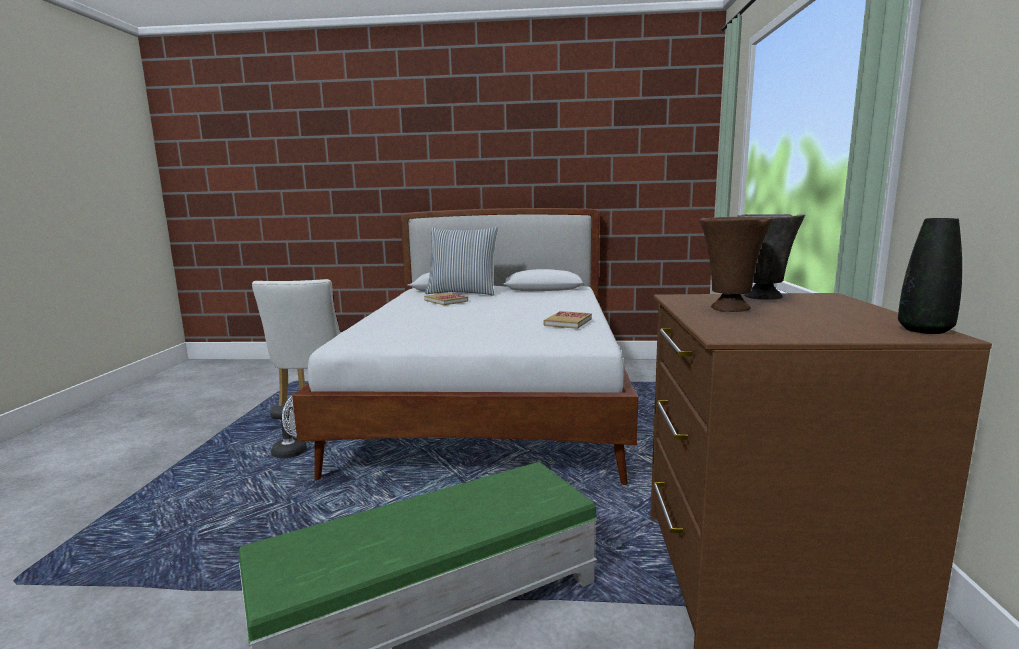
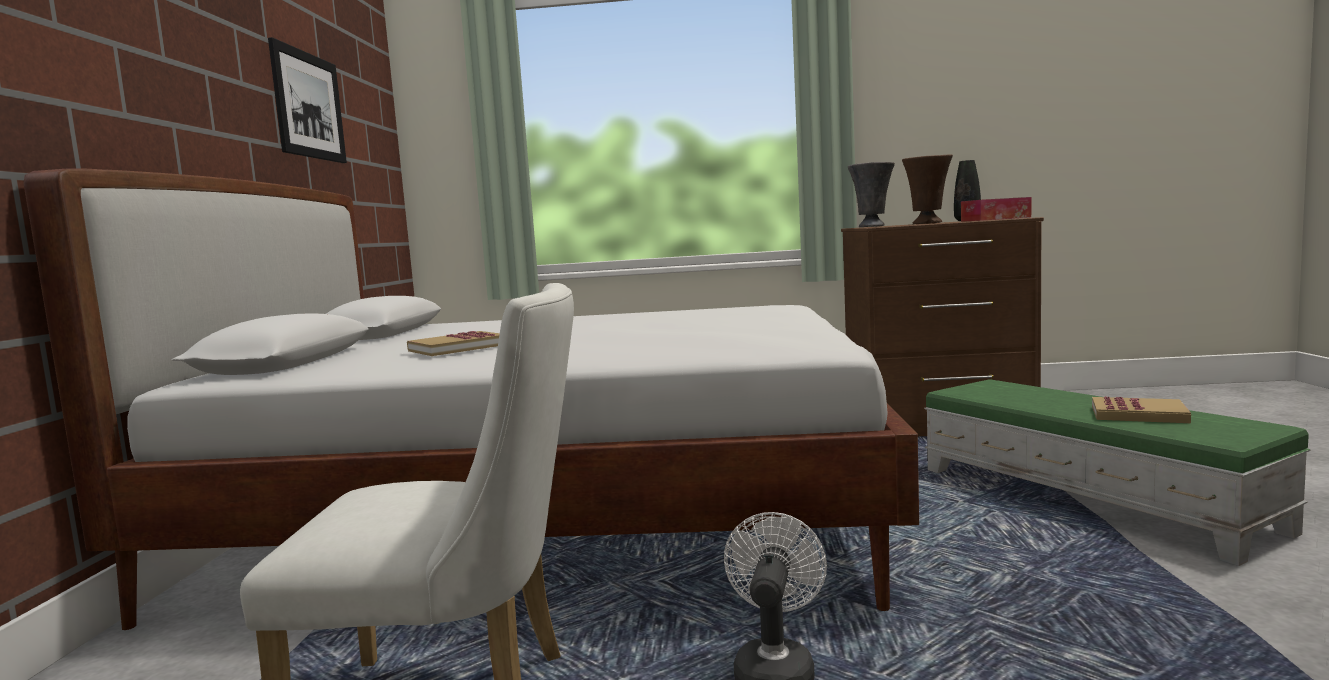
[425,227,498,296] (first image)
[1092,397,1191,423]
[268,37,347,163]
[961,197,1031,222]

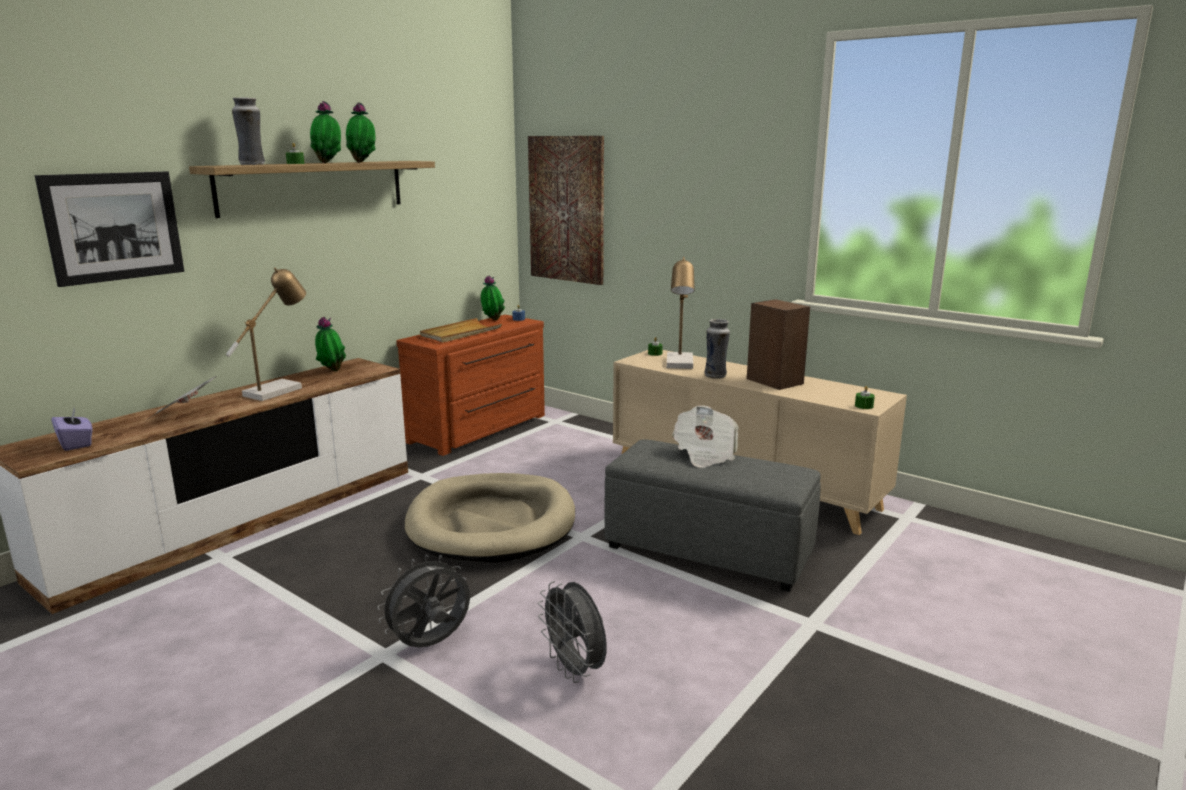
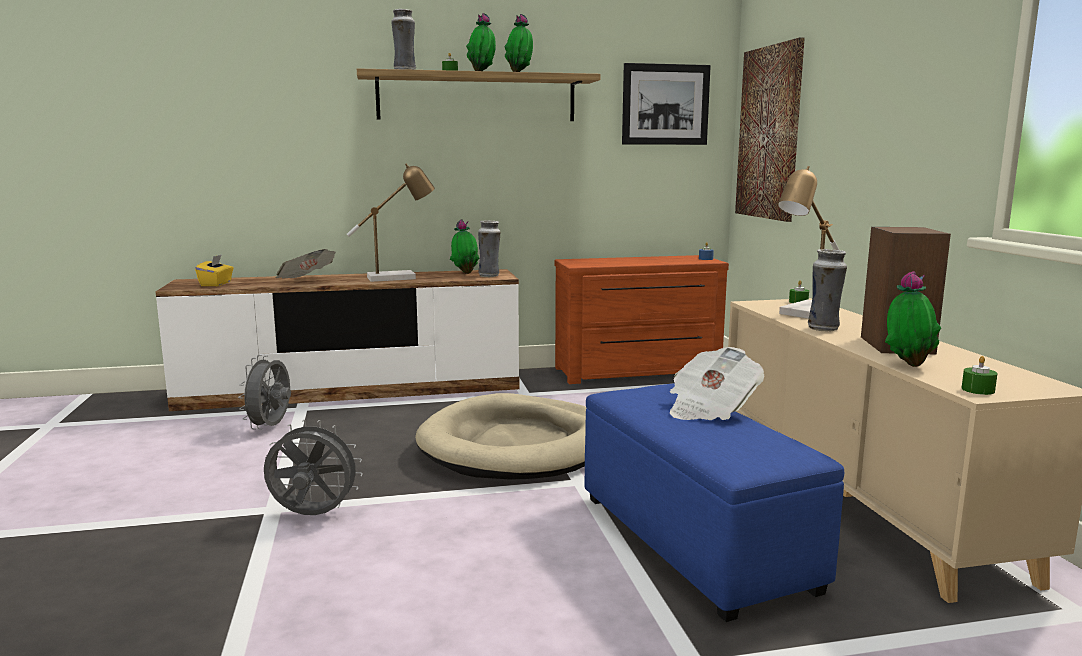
[622,63,711,145]
[195,254,234,286]
[420,318,502,343] (first image)
[885,271,941,367]
[238,355,291,430]
[584,384,844,622]
[478,220,501,277]

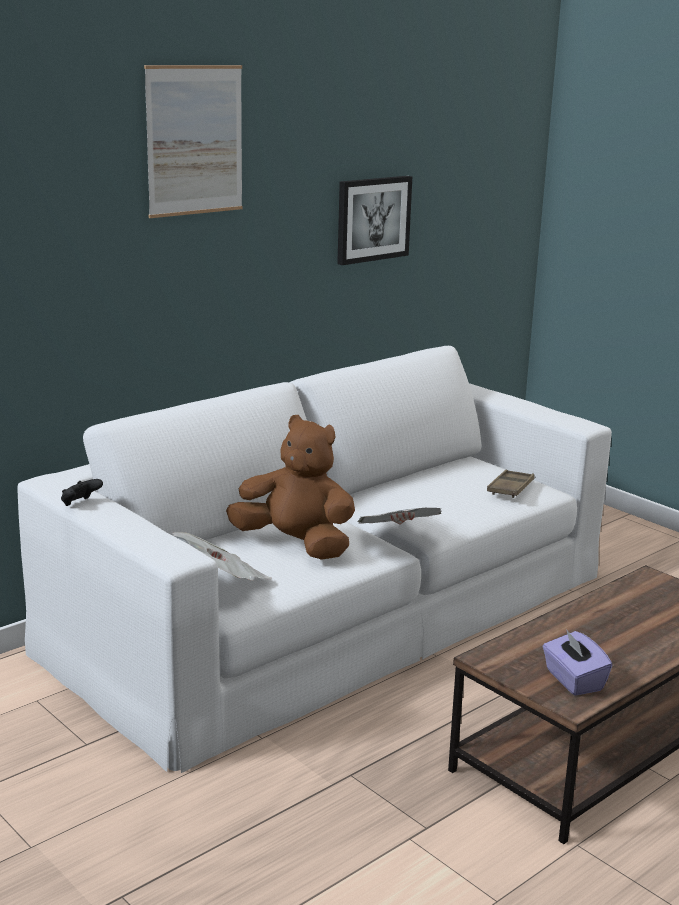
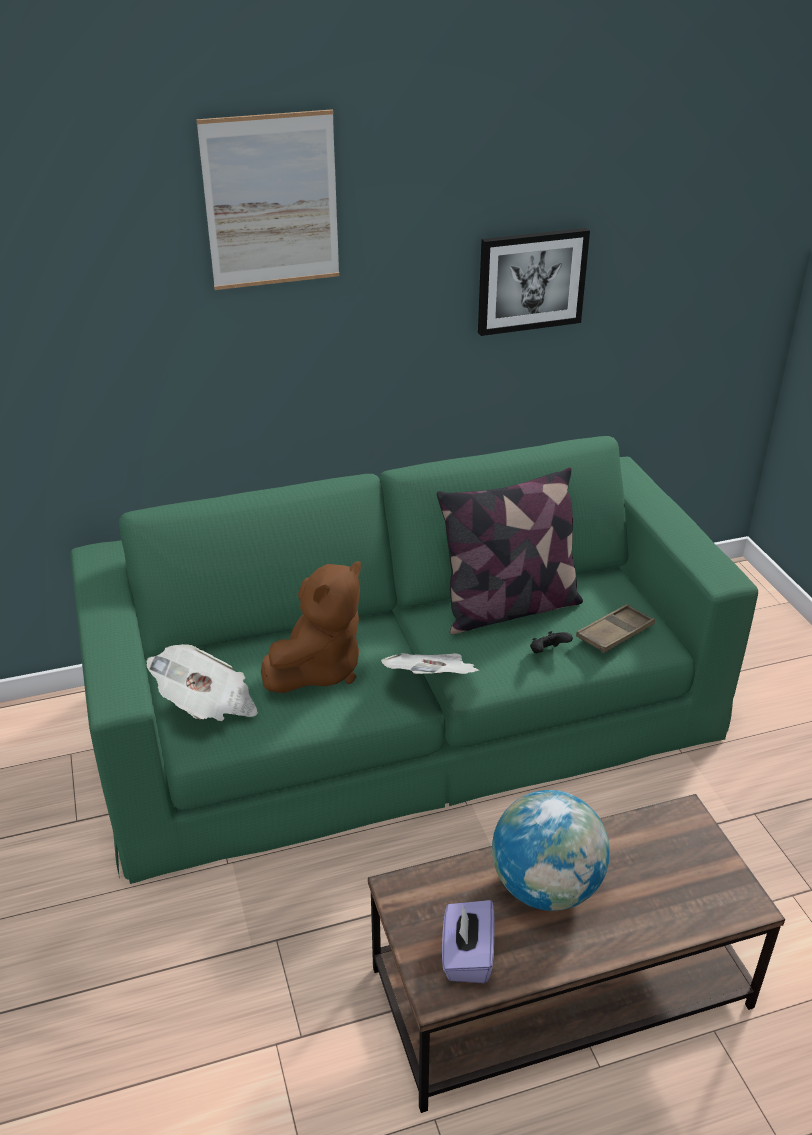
[70,436,758,884]
[530,631,573,653]
[261,561,361,693]
[437,467,583,635]
[492,790,610,911]

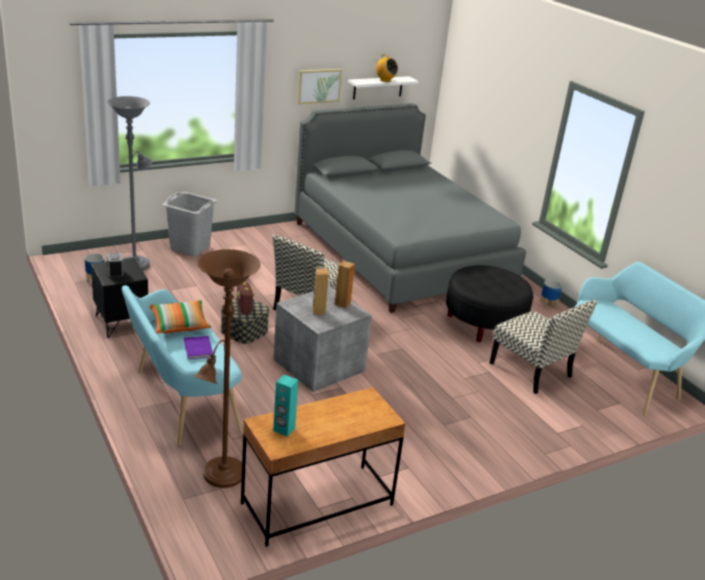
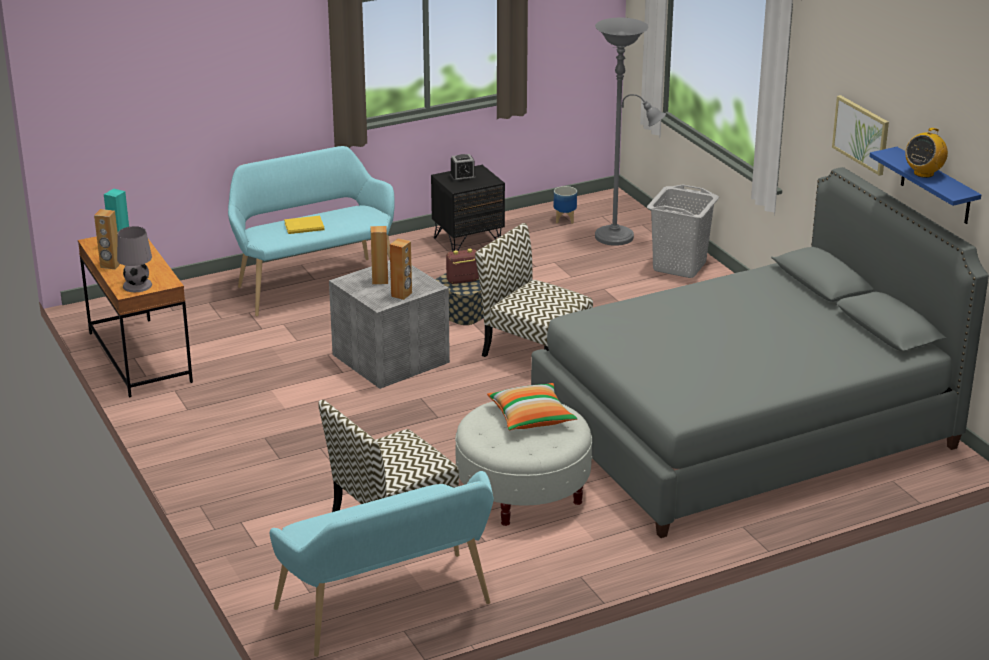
[487,383,577,430]
[284,216,324,234]
[193,249,261,488] (first image)
[869,147,981,224]
[455,401,592,526]
[540,279,562,308] (first image)
[94,209,120,269]
[117,226,152,292]

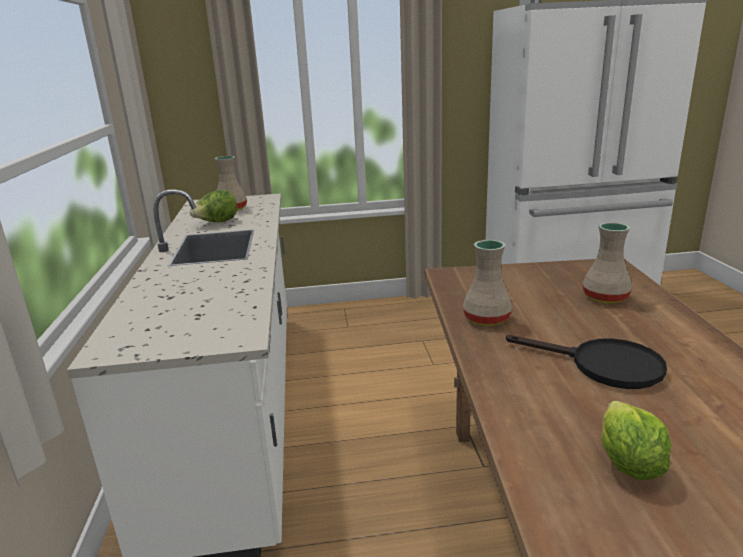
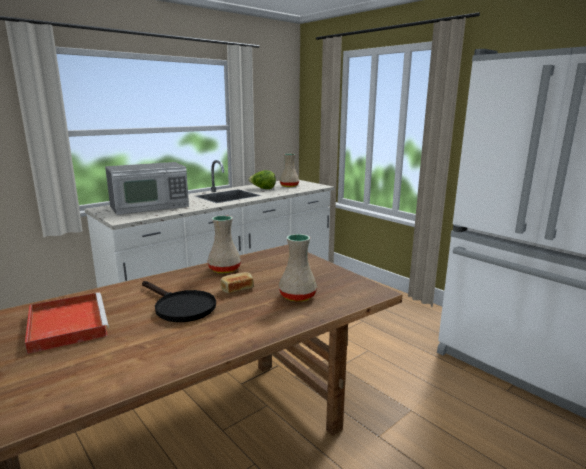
[142,281,216,322]
[25,292,109,354]
[105,162,189,215]
[220,272,254,293]

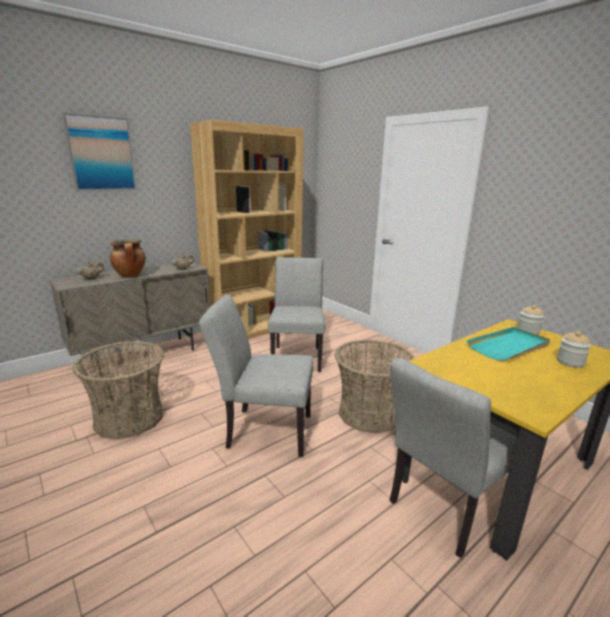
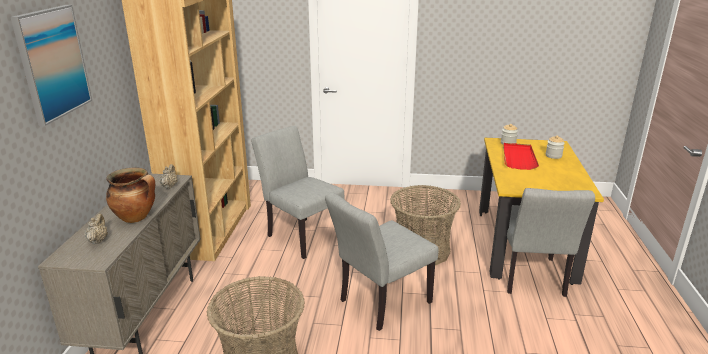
[503,143,539,170]

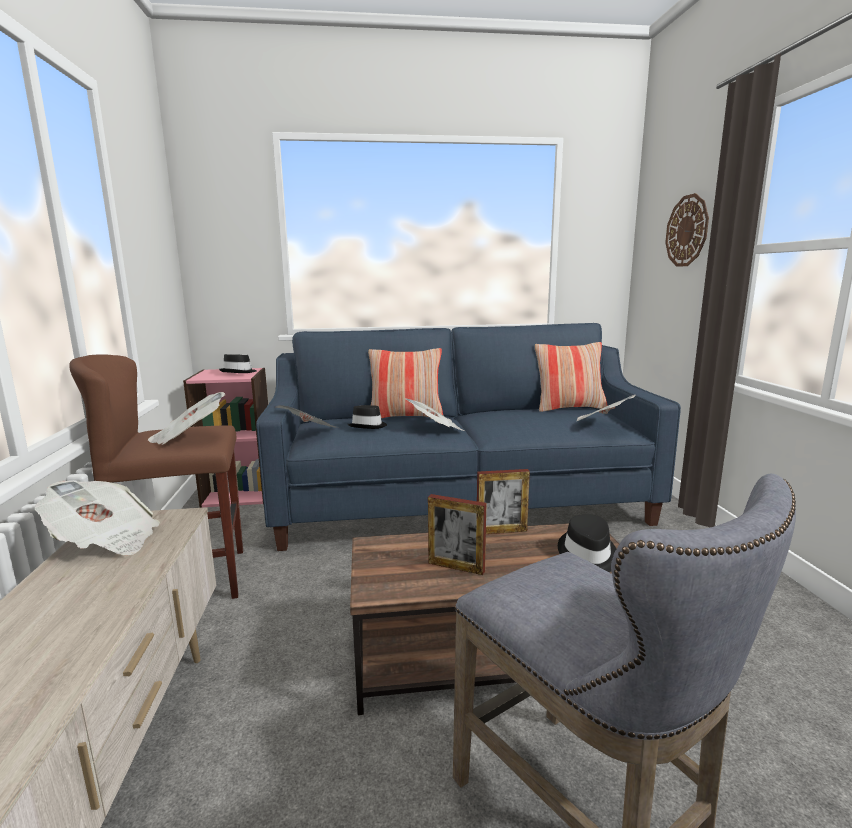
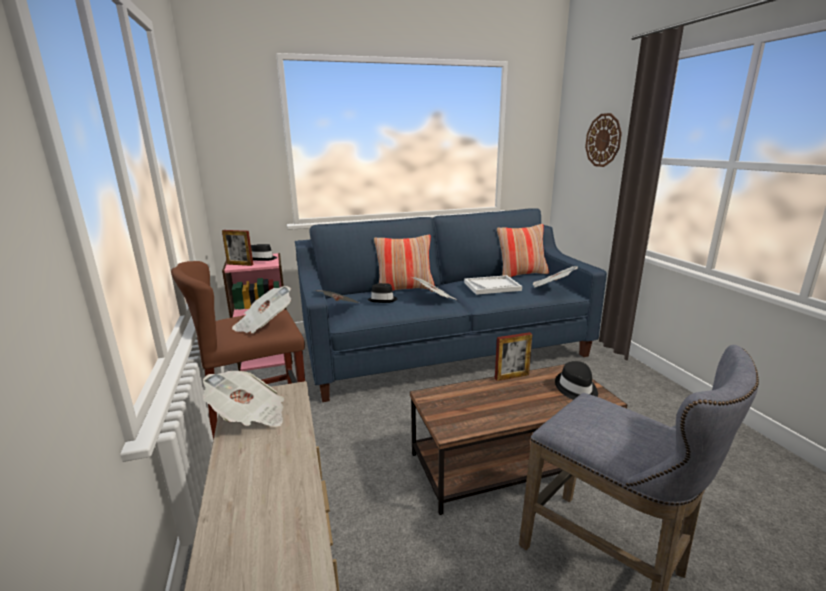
[222,230,253,266]
[464,275,522,295]

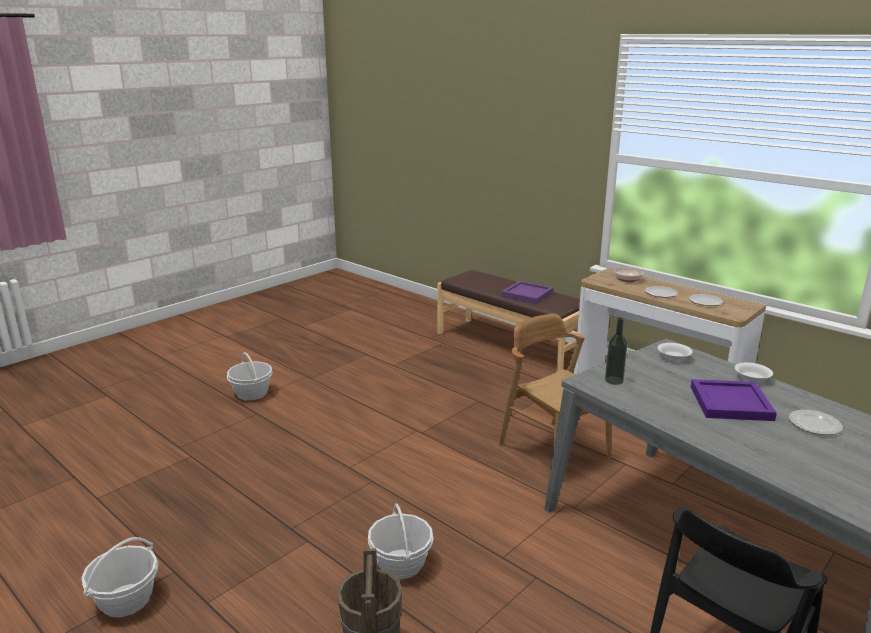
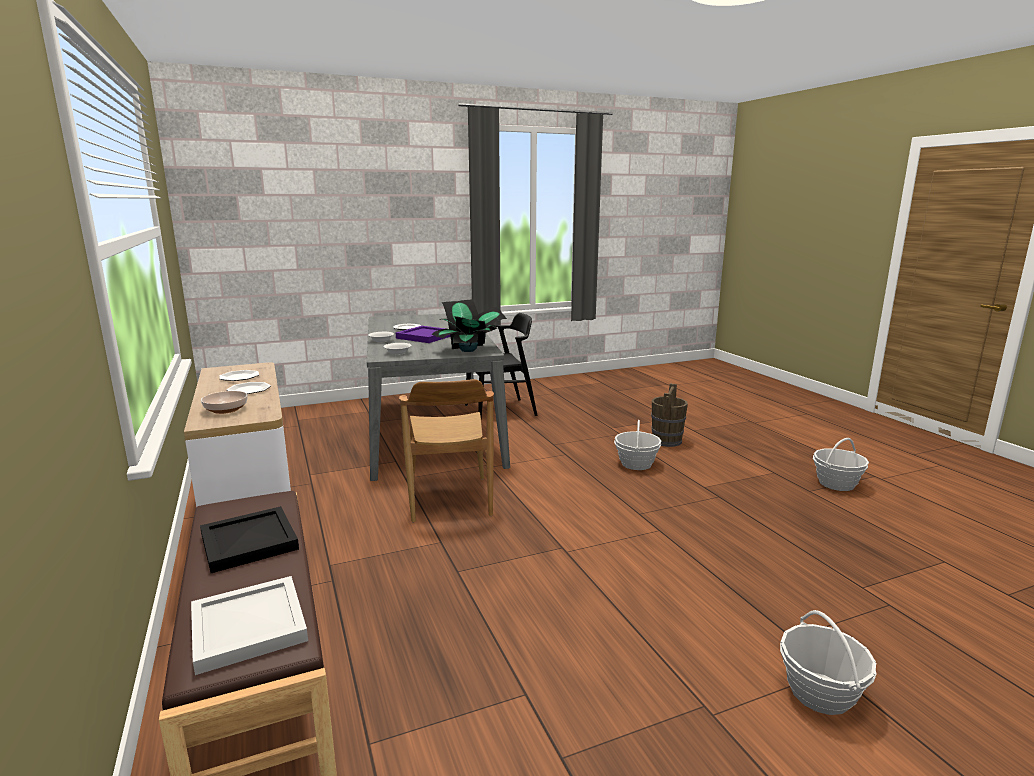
[200,506,299,573]
[431,299,507,352]
[191,576,308,675]

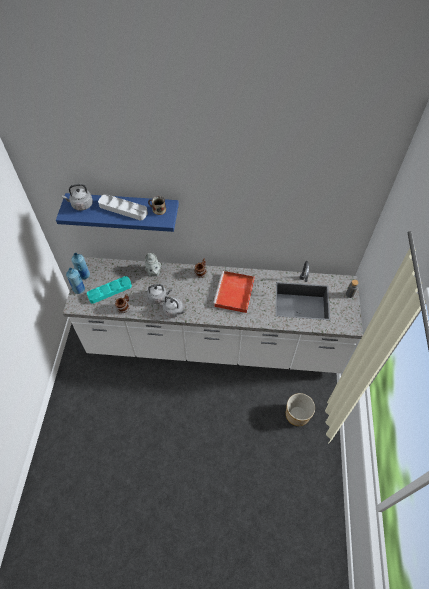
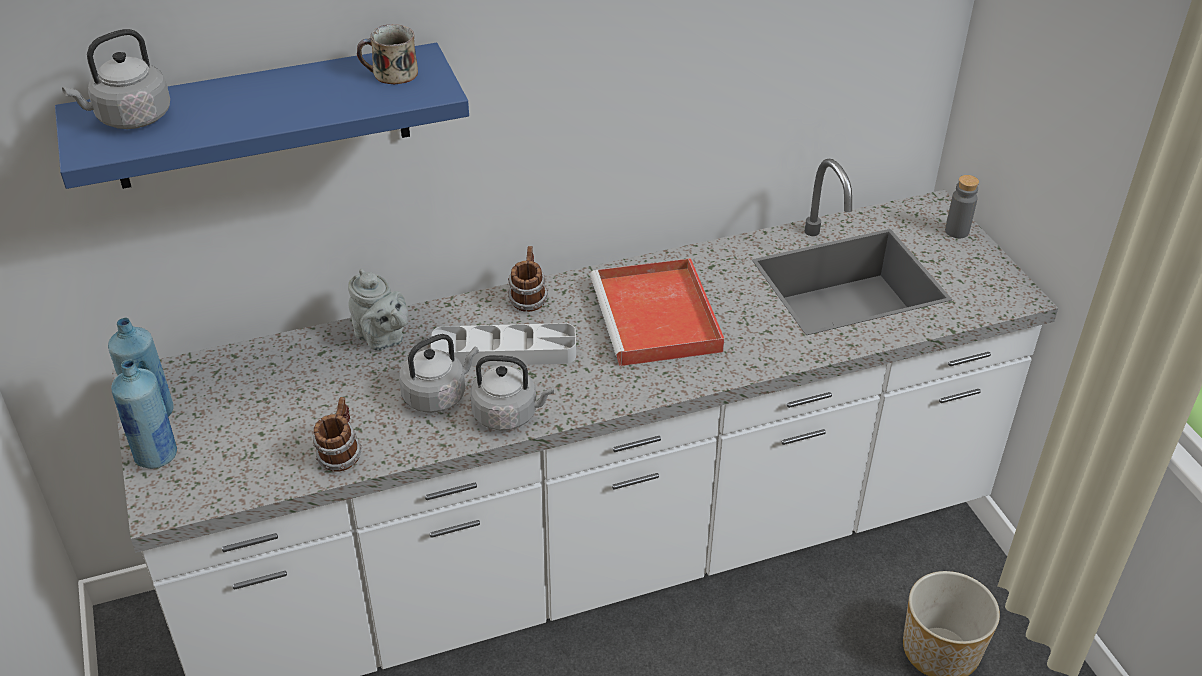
[87,276,132,304] (first image)
[431,323,576,366]

